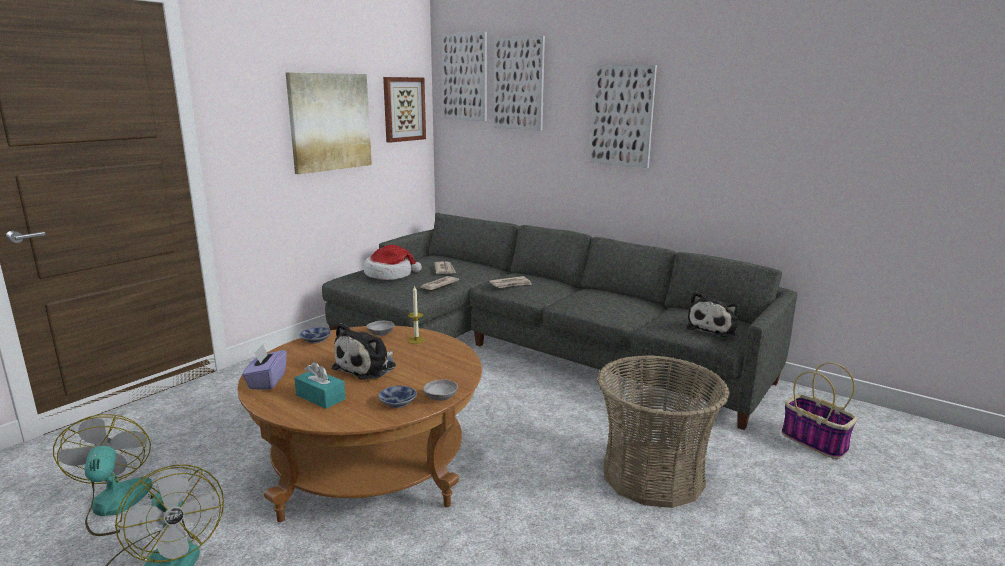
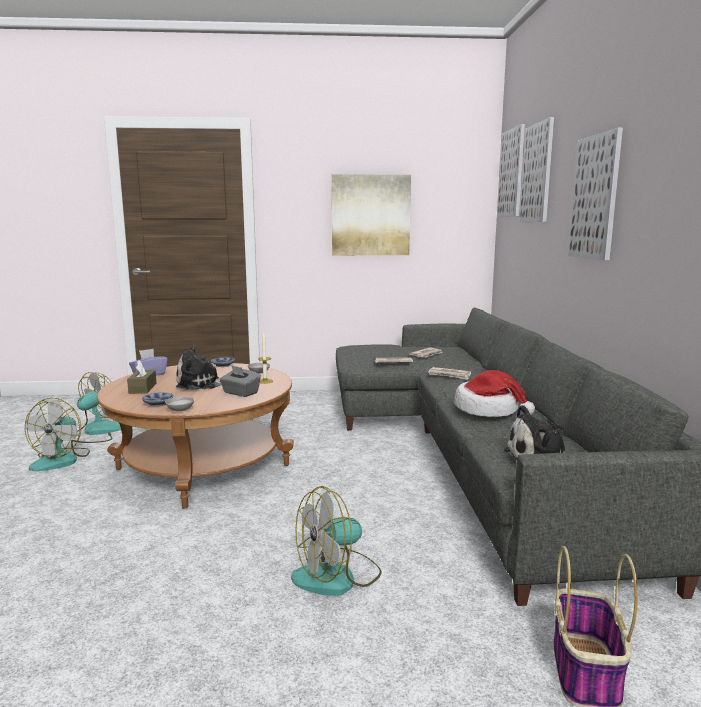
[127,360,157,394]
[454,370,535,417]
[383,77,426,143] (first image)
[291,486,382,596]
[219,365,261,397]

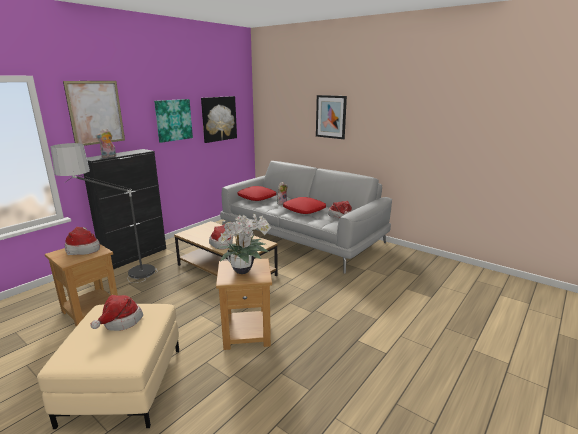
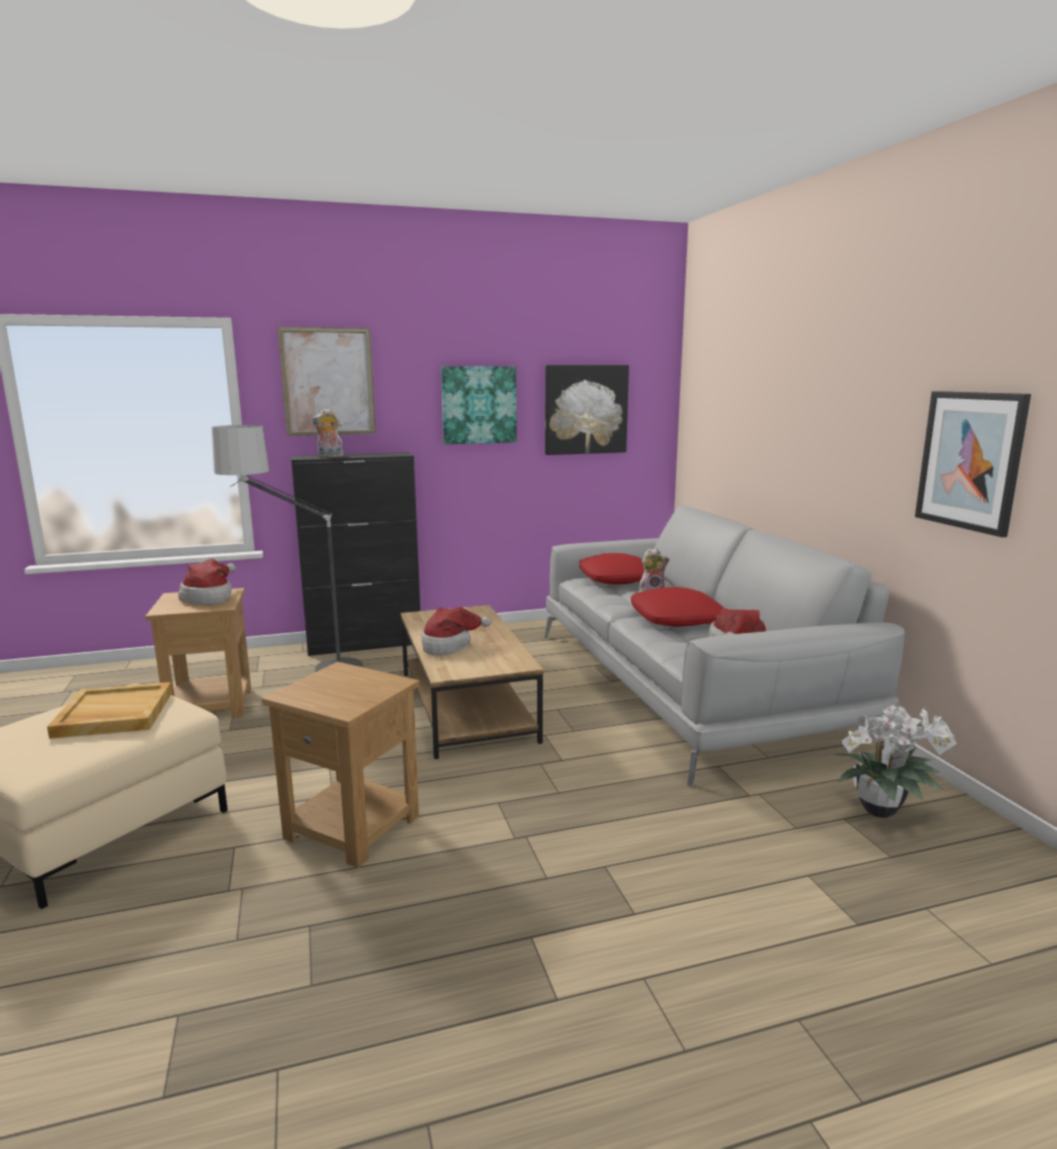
[47,682,172,739]
[833,704,957,818]
[915,391,1031,537]

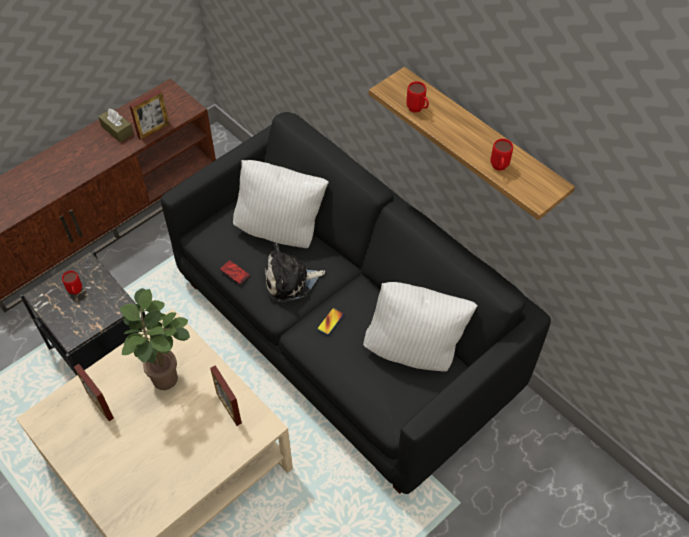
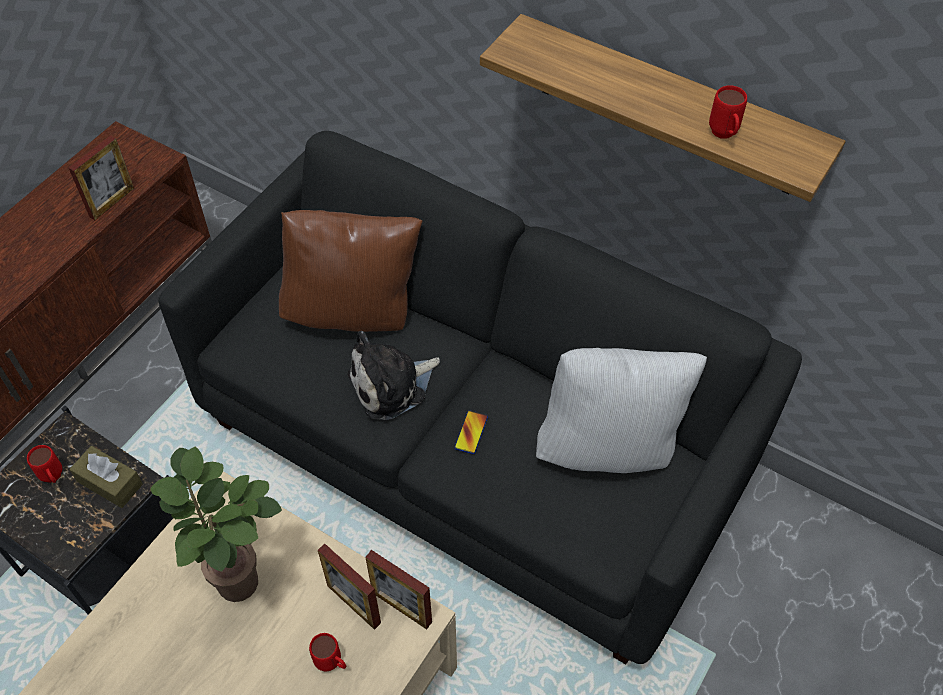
[365,550,432,629]
[70,446,143,508]
[220,260,250,284] (first image)
[279,210,422,332]
[309,633,346,671]

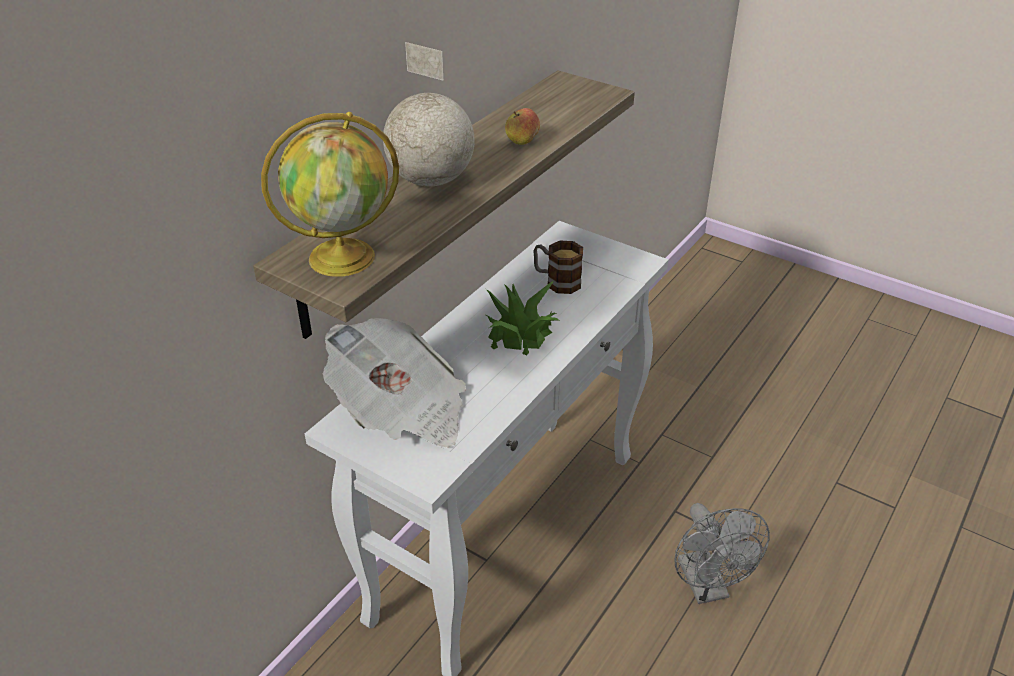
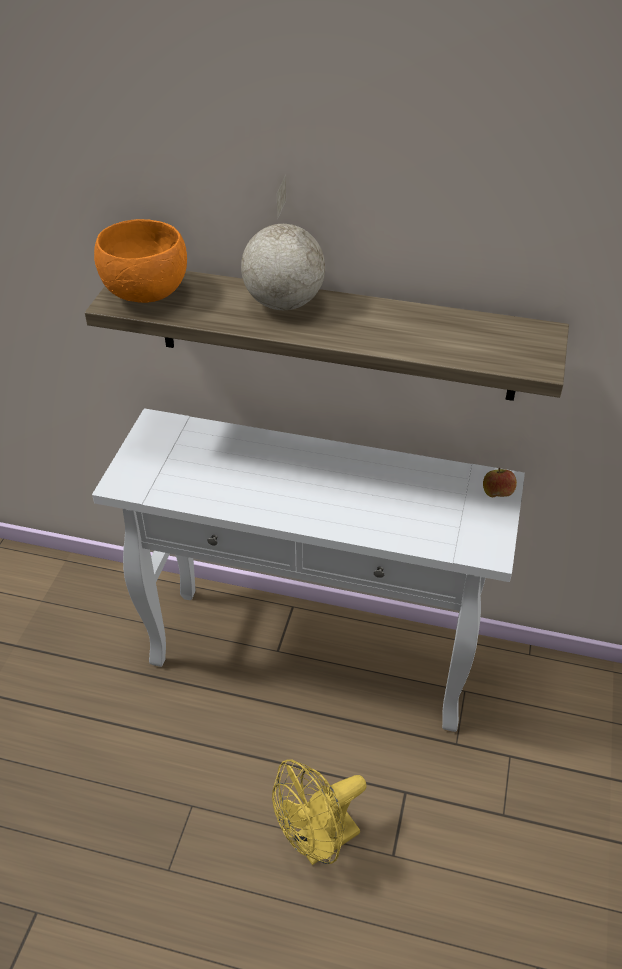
[94,219,187,303]
[323,318,466,447] (first image)
[486,281,559,355] (first image)
[483,468,517,497]
[533,240,583,294] (first image)
[272,759,366,865]

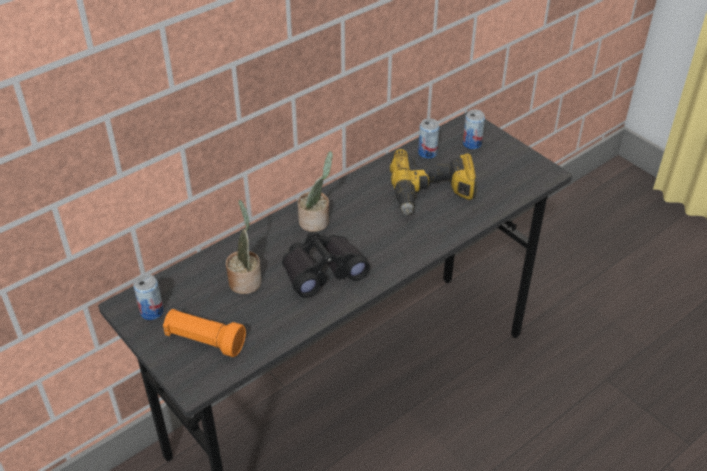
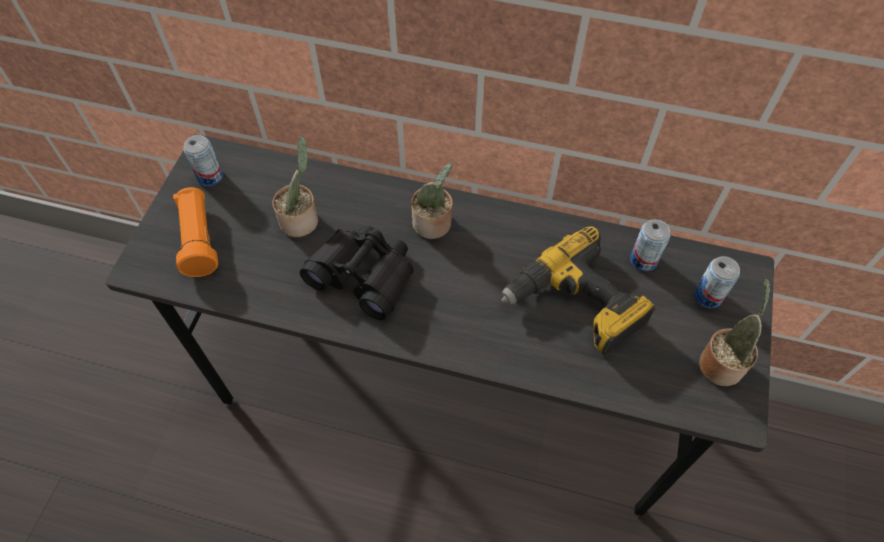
[699,279,771,386]

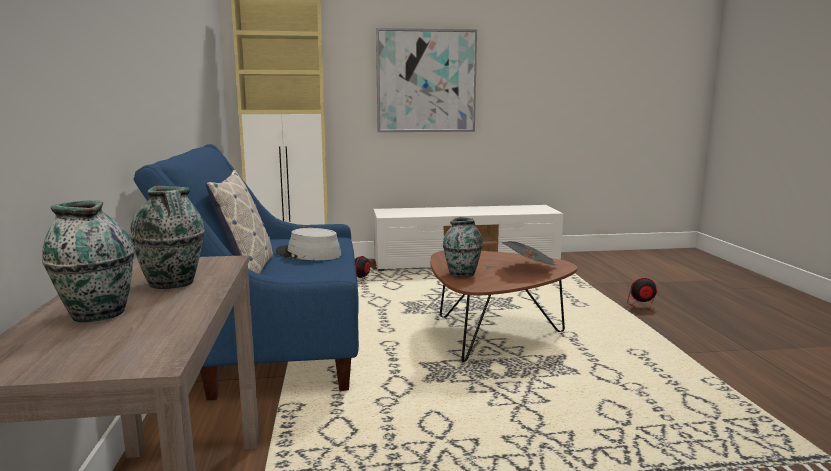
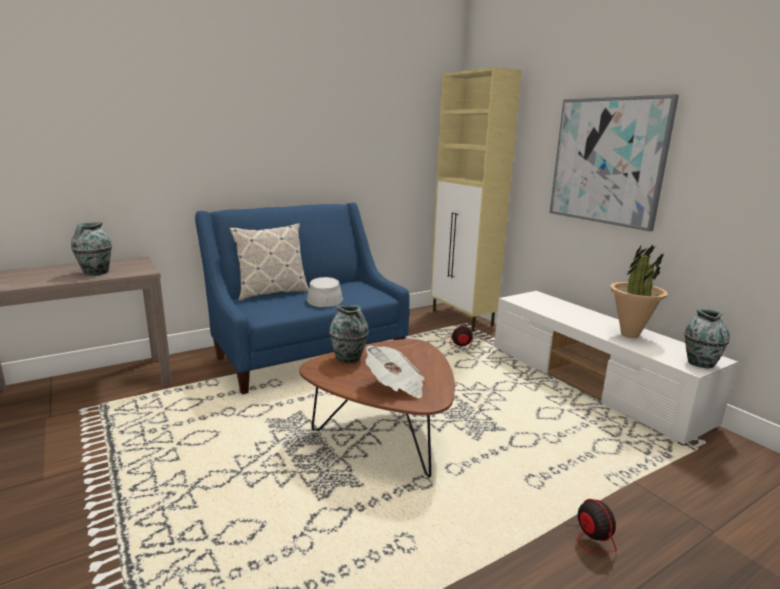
[684,309,730,368]
[610,244,668,338]

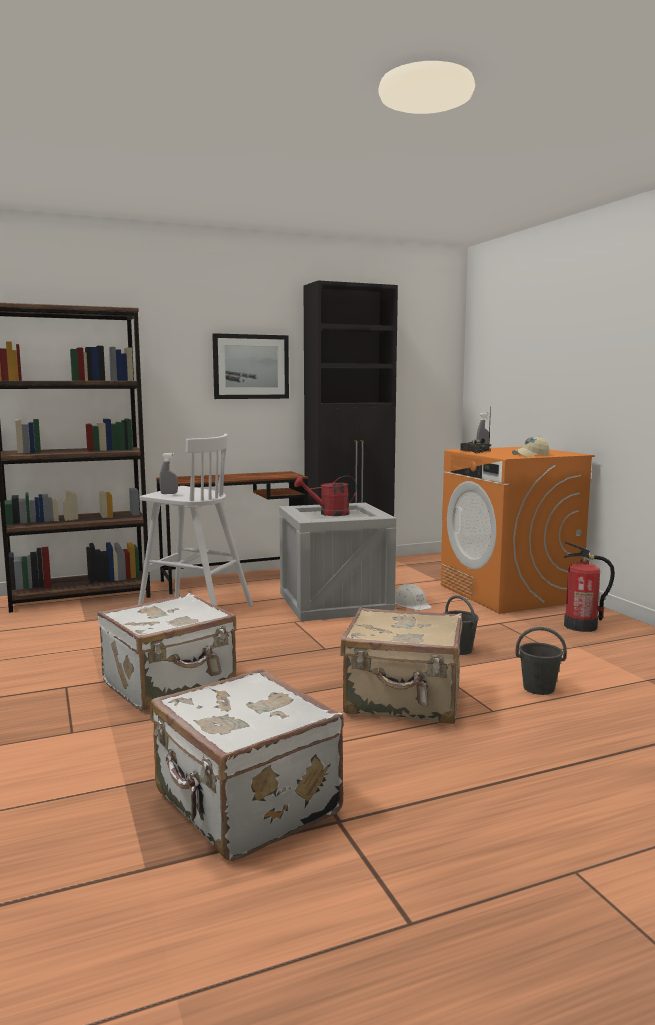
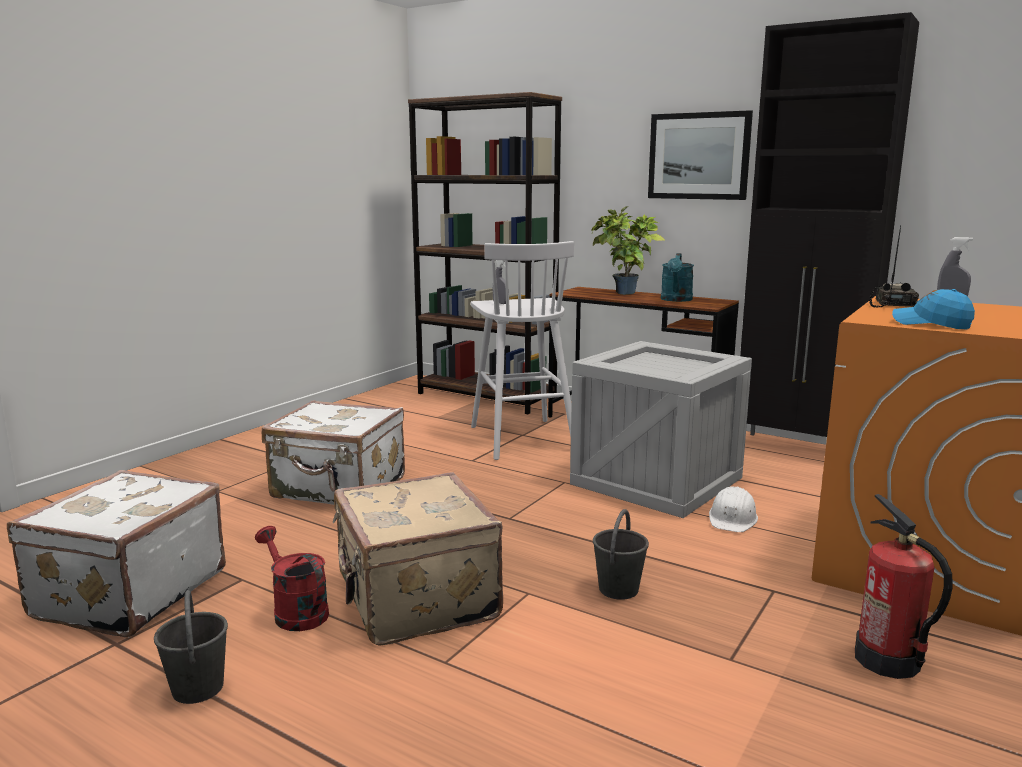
[255,526,329,631]
[892,289,975,330]
[154,590,228,704]
[591,206,665,295]
[661,253,694,302]

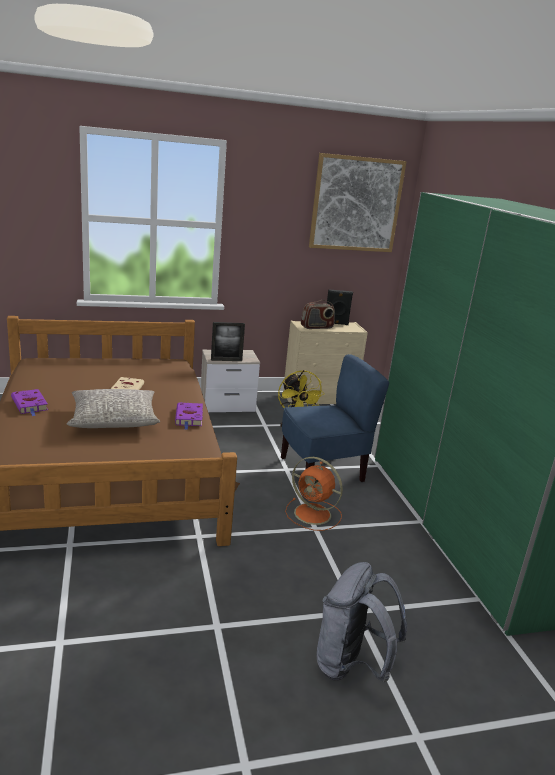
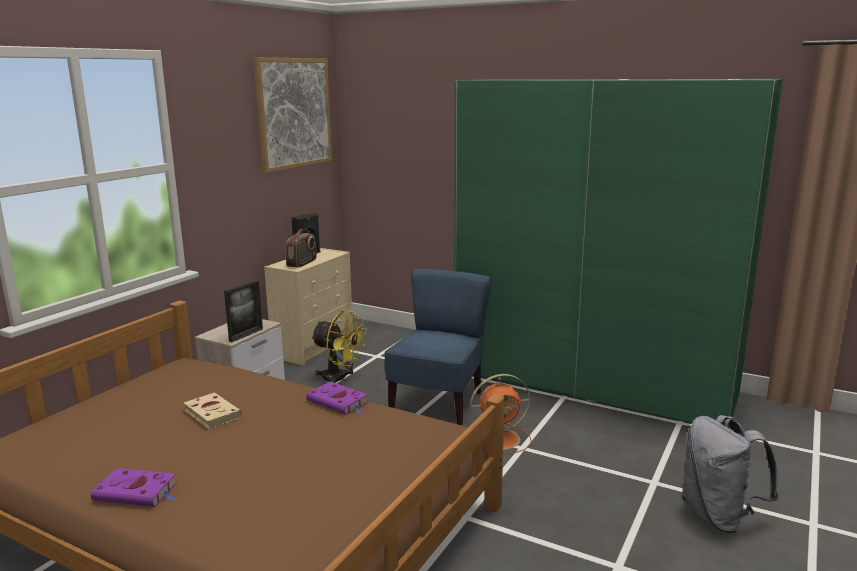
[67,389,160,428] (first image)

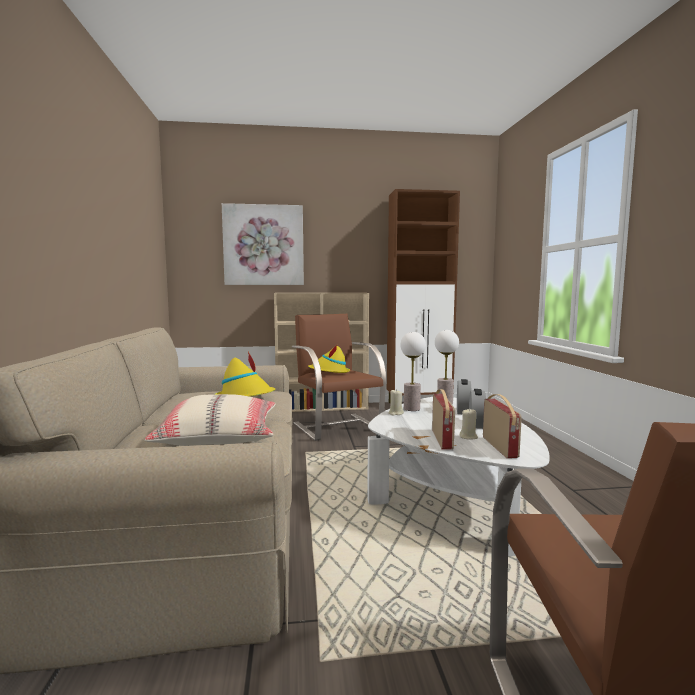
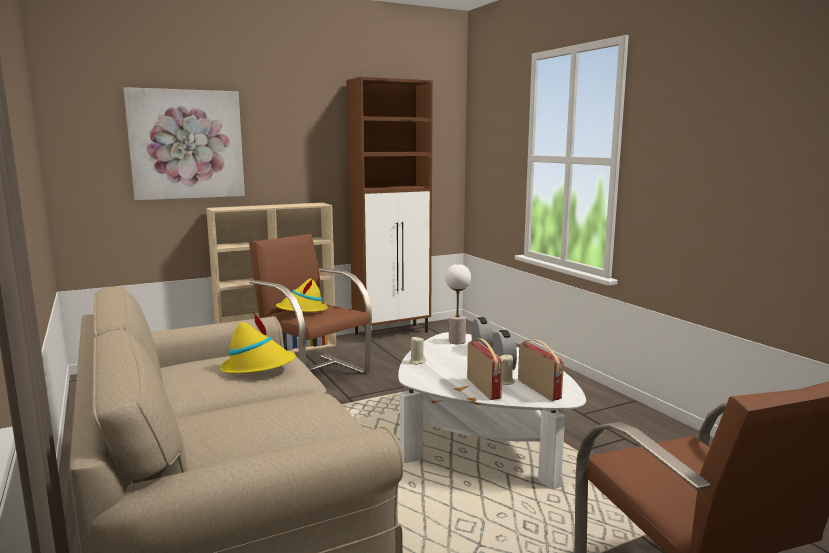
[144,394,276,446] (first image)
[400,332,426,411] (first image)

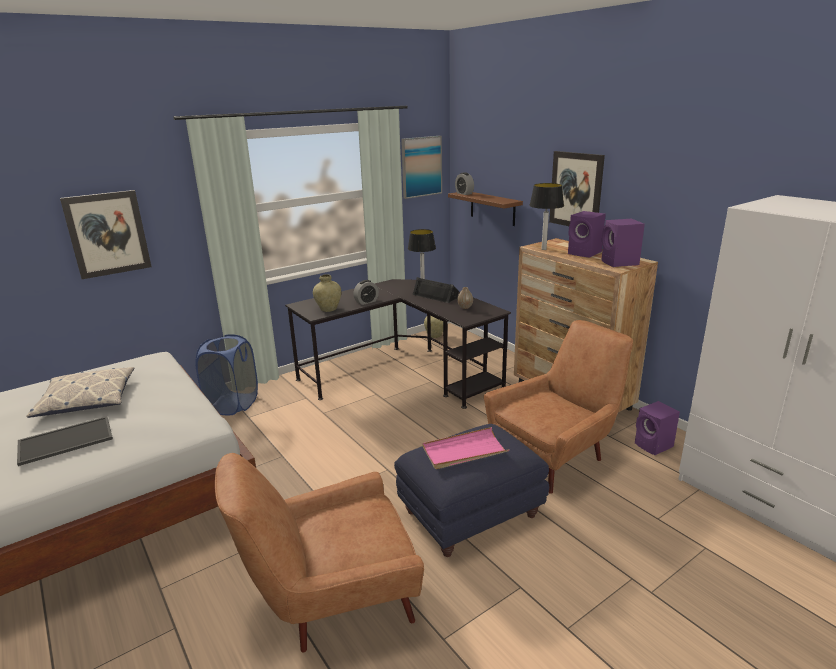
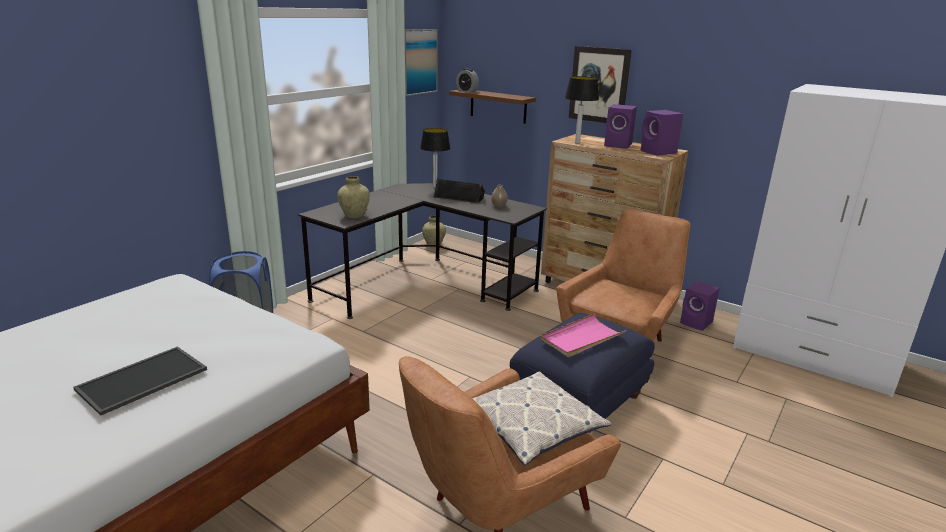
[472,371,611,466]
[60,190,152,279] (first image)
[353,280,379,305] (first image)

